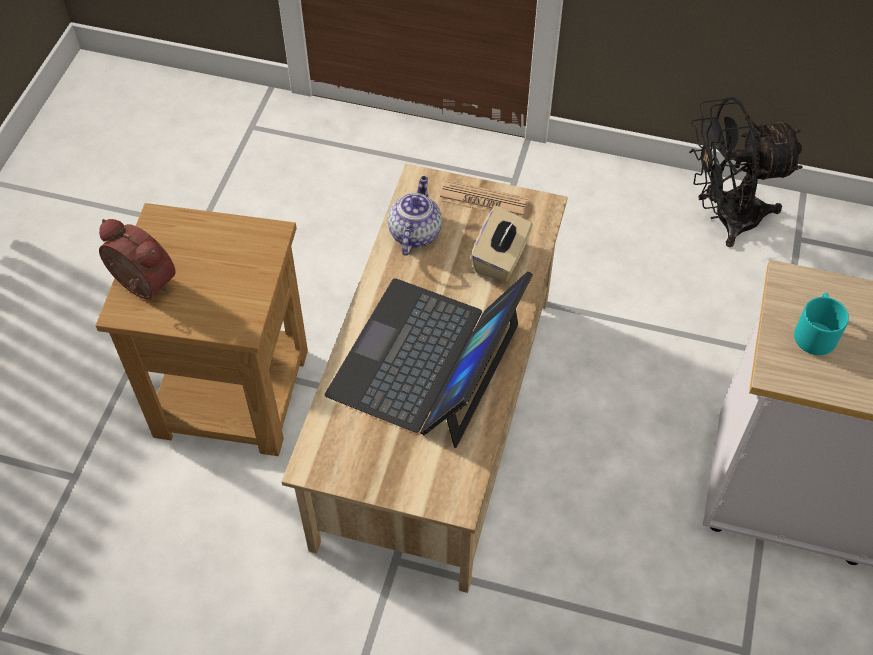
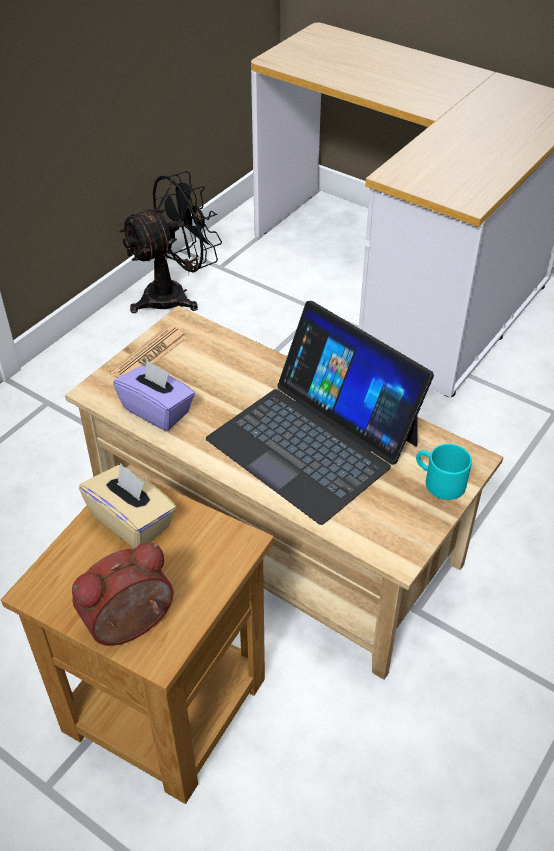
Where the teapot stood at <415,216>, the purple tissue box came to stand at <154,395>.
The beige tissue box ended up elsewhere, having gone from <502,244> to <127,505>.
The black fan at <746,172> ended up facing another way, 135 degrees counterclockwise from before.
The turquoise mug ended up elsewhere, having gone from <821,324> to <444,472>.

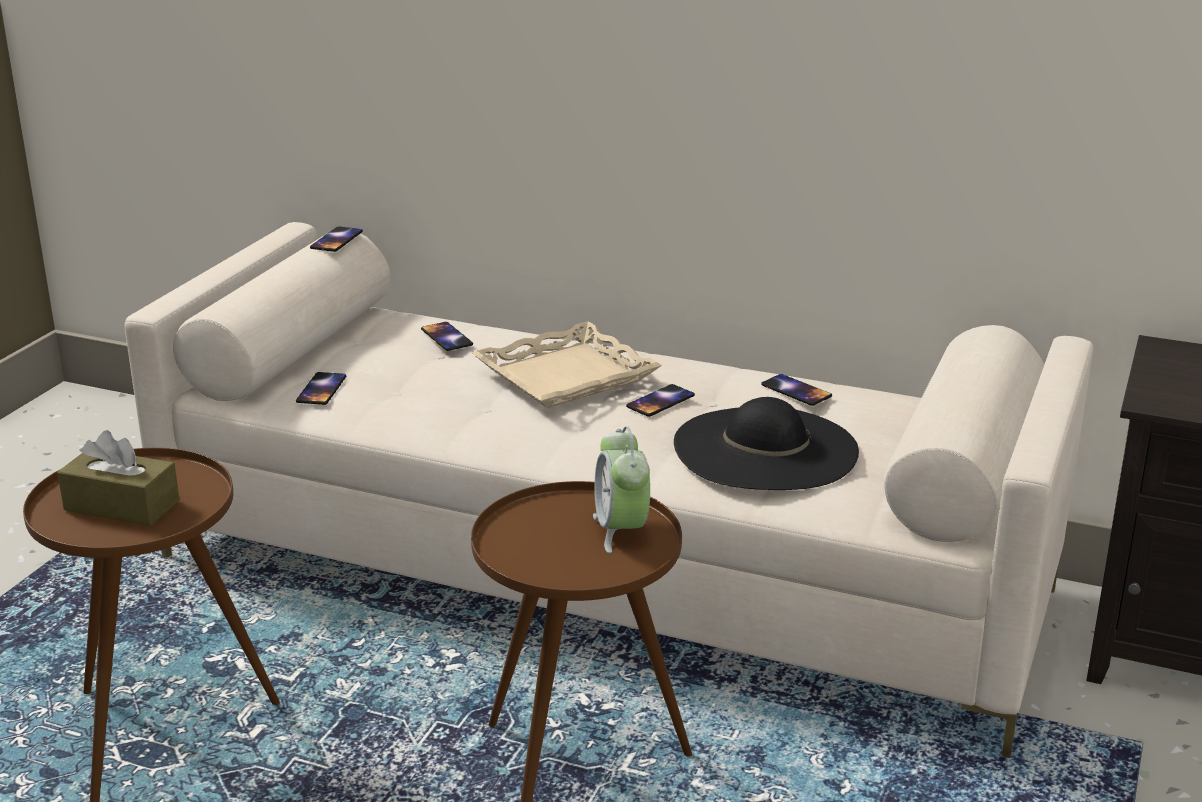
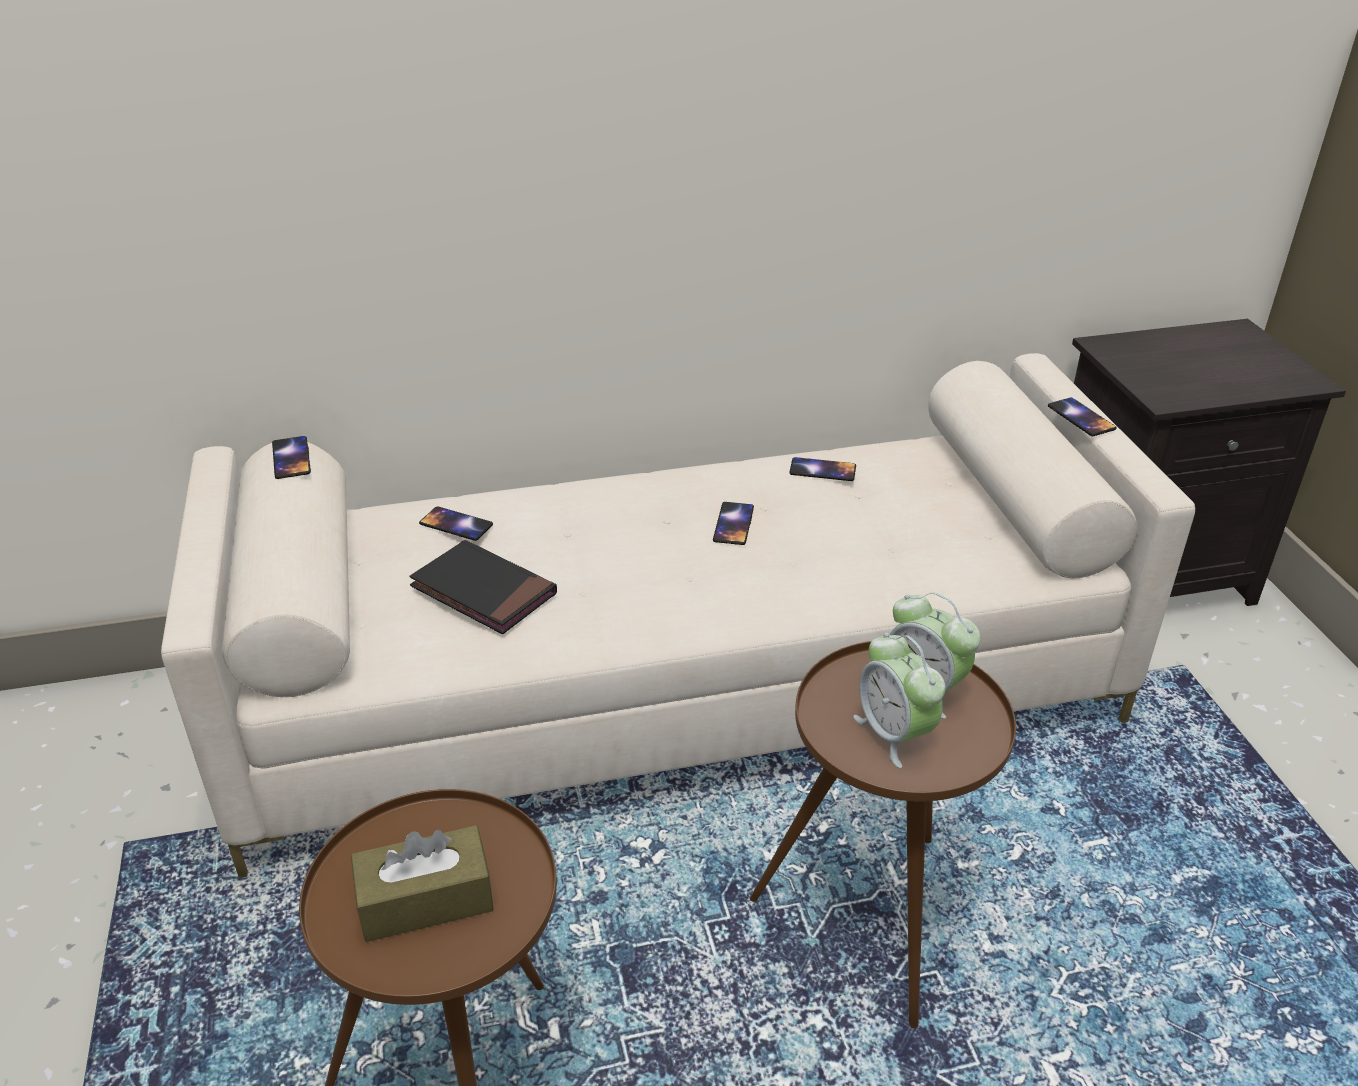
The phone ended up elsewhere, having gone from <321,388> to <1082,416>.
The second view lost the beige tray at <567,364>.
The second view lost the black hat at <766,443>.
The second view gained the black book at <483,587>.
The second view gained the alarm clock at <899,700>.

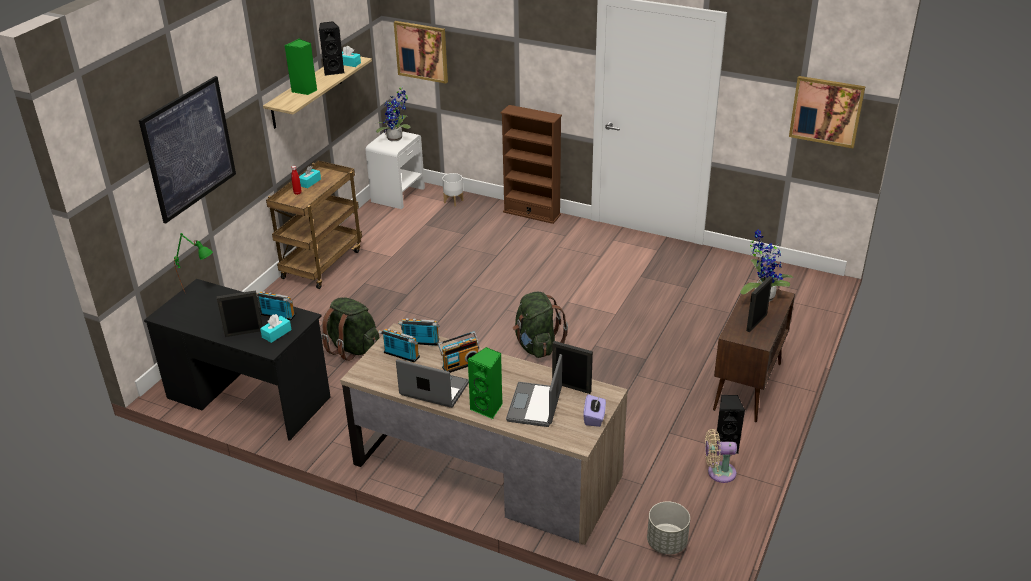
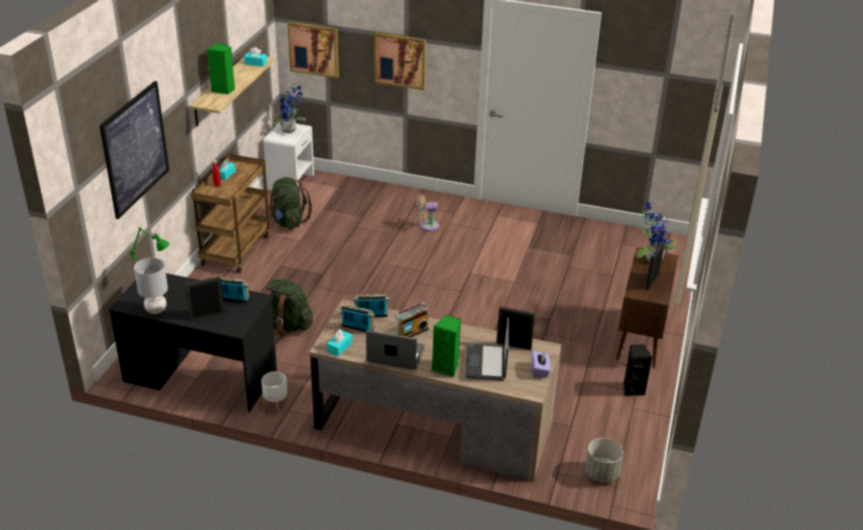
The turquoise tissue box ended up elsewhere, having gone from <276,328> to <339,343>.
The second view lost the black speaker at <331,48>.
The white planter ended up elsewhere, having gone from <453,190> to <274,392>.
The second view lost the brown bookcase at <531,164>.
The green backpack ended up elsewhere, having gone from <540,325> to <290,203>.
The beige fan ended up elsewhere, having gone from <721,456> to <428,212>.
The picture ended up elsewhere, having gone from <827,112> to <400,61>.
The second view gained the grey table lamp at <151,286>.

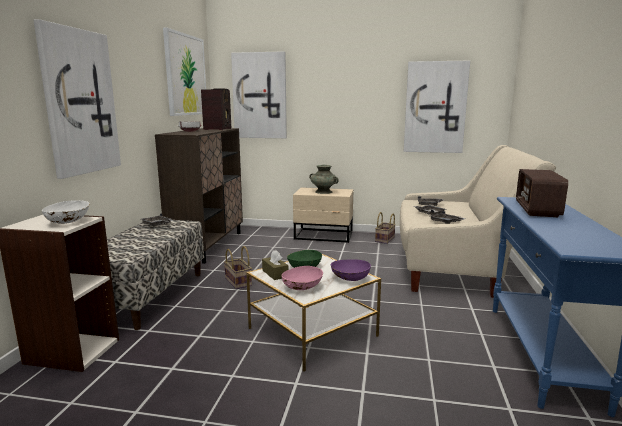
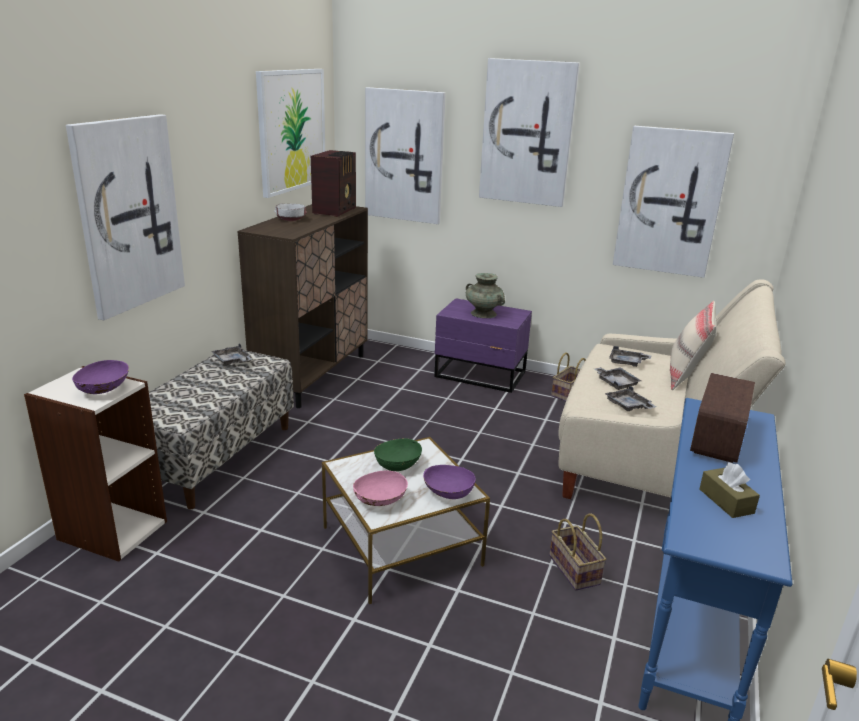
What was the white bowl at <66,212> turned into the purple bowl at <100,377>.
The basket ended up elsewhere, having gone from <238,267> to <577,552>.
The brown tissue box ended up elsewhere, having gone from <275,265> to <729,490>.
What was the beige nightstand at <323,215> turned into the purple nightstand at <483,345>.
The second view gained the picture at <529,132>.
The second view gained the beige pillow at <693,345>.

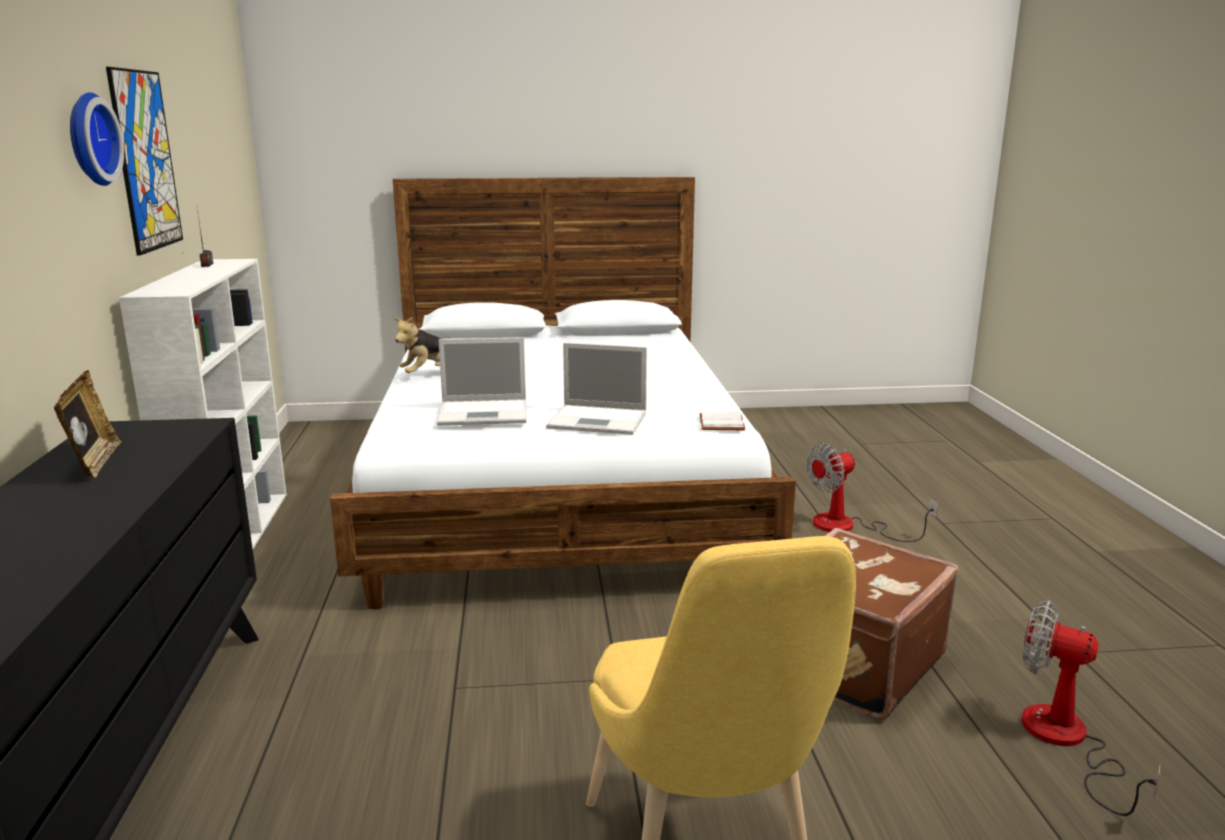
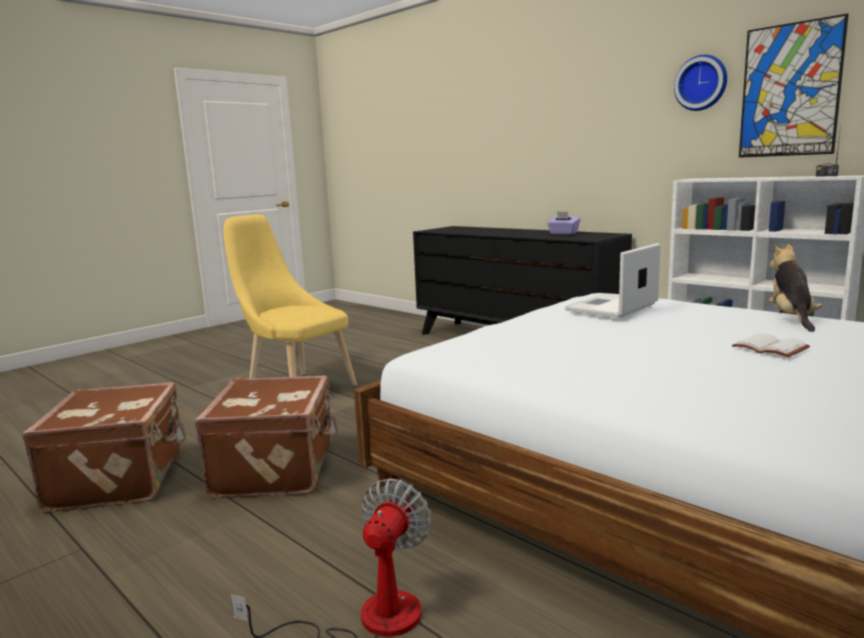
Where the picture frame stood at <88,424>, the purple tissue box came to stand at <563,223>.
The second view lost the laptop at <596,389>.
The white book ended up elsewhere, having gone from <722,420> to <771,345>.
Where the fan stood at <1091,708>, the brown suitcase came to stand at <104,447>.

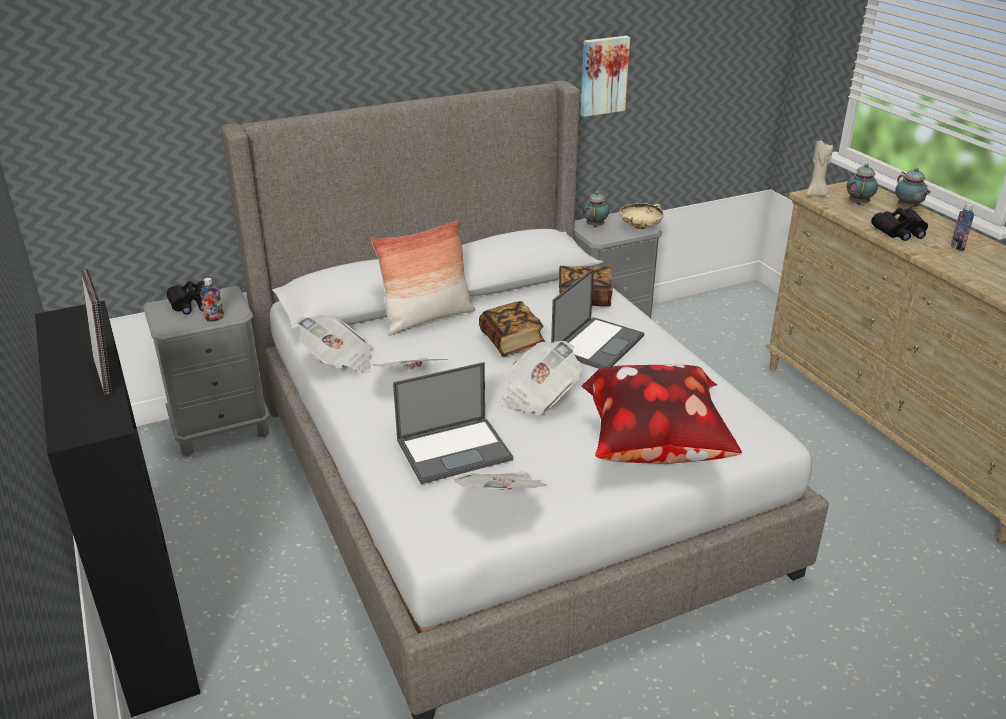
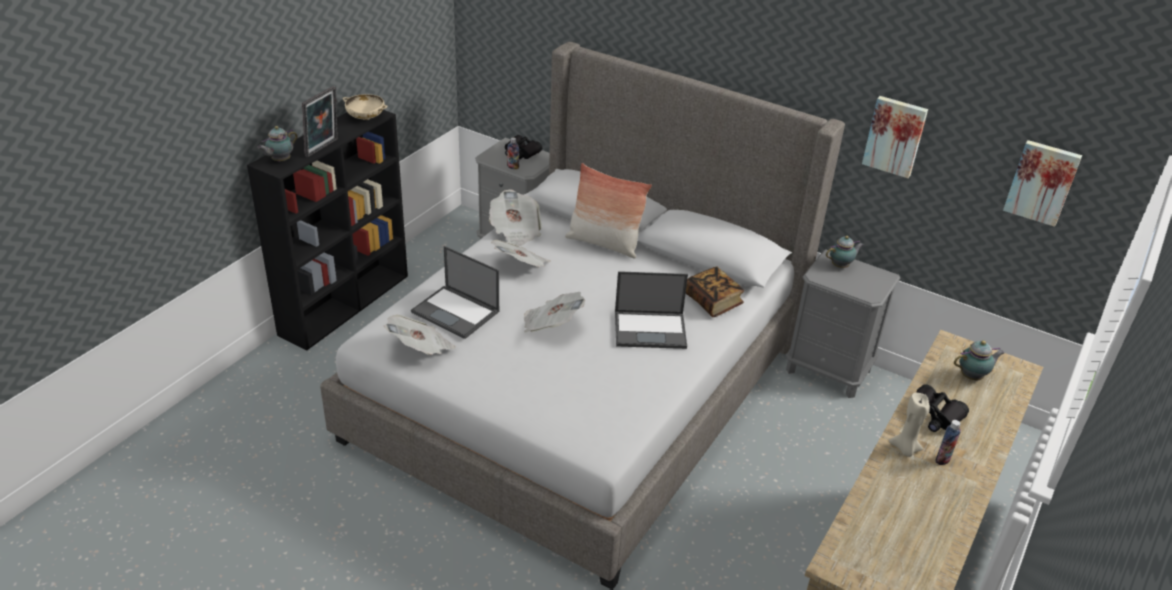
The second view lost the book at <512,328>.
The second view lost the pillow at <662,414>.
The beige bowl ended up elsewhere, having gone from <642,216> to <365,107>.
The beige candle ended up elsewhere, having gone from <820,168> to <909,425>.
The teapot ended up elsewhere, having gone from <913,188> to <277,144>.
The second view gained the picture at <1042,183>.

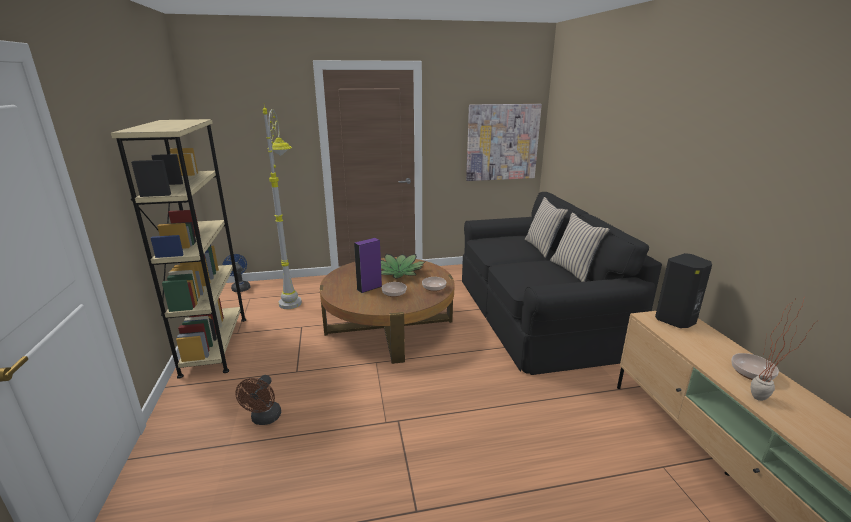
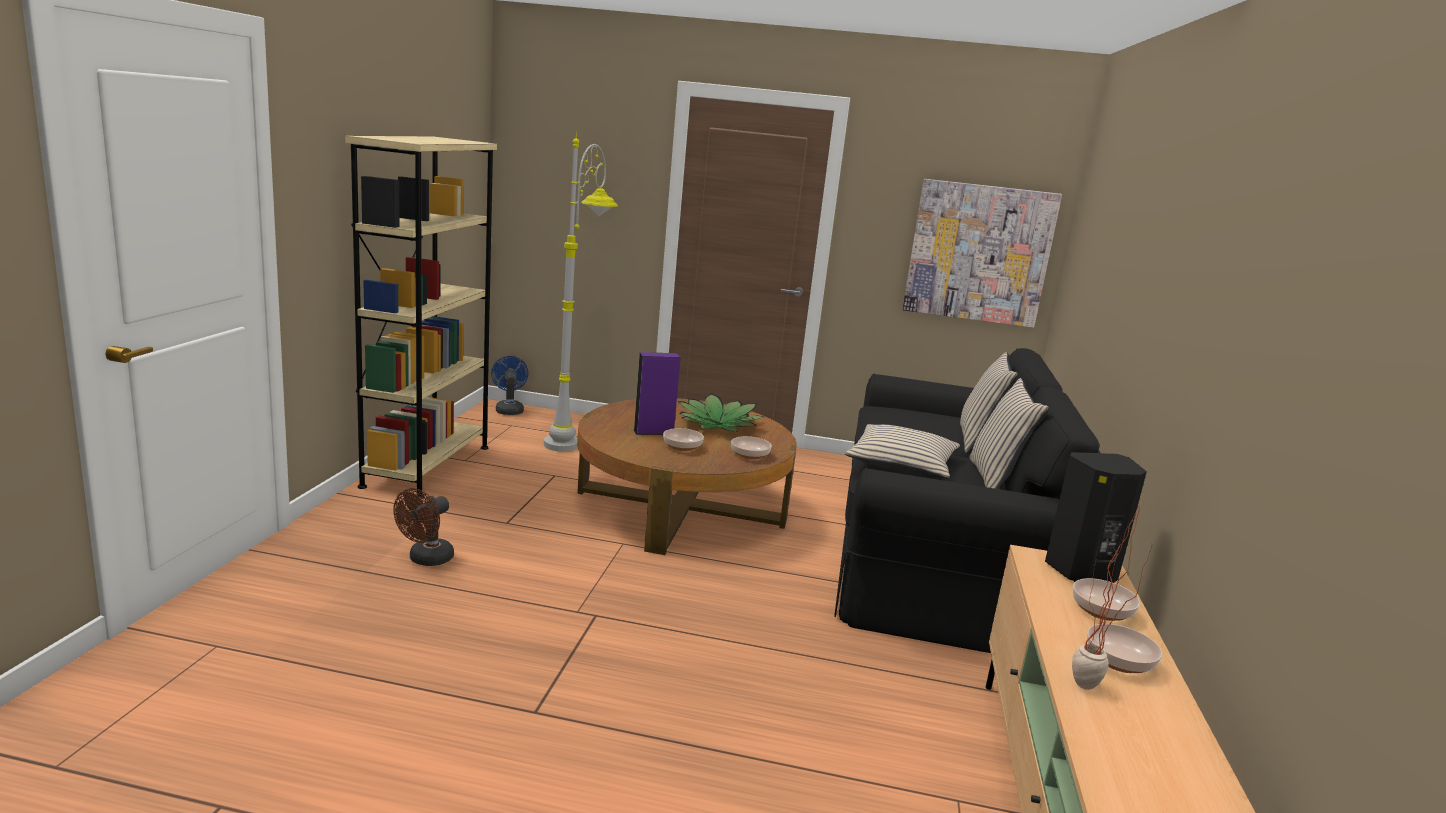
The second view gained the beige pillow at <902,451>.
The second view gained the bowl at <1106,599>.

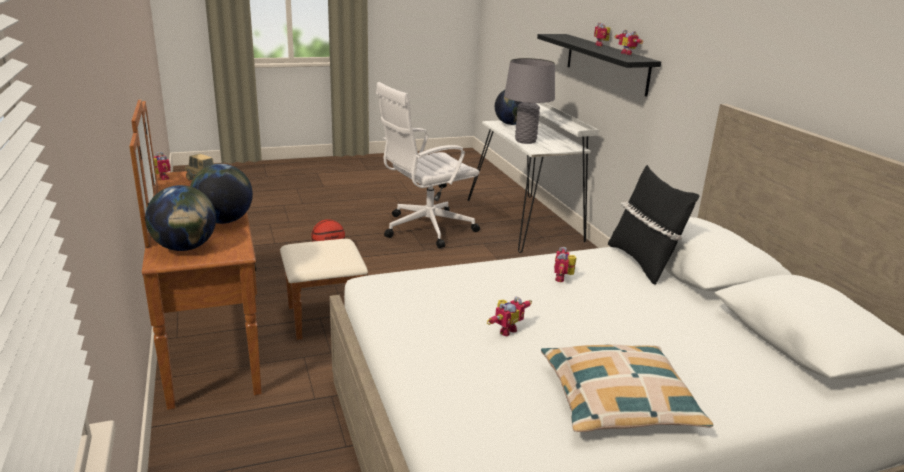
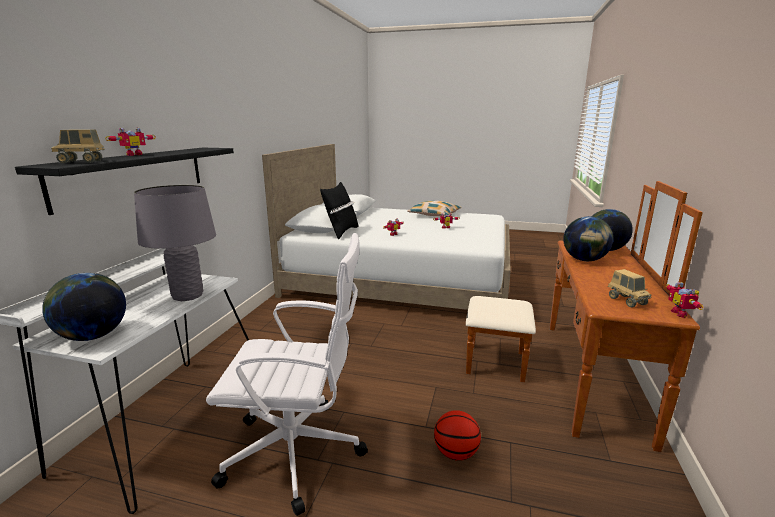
The second view lost the toy robot at <629,42>.
The second view gained the toy truck at <78,146>.

